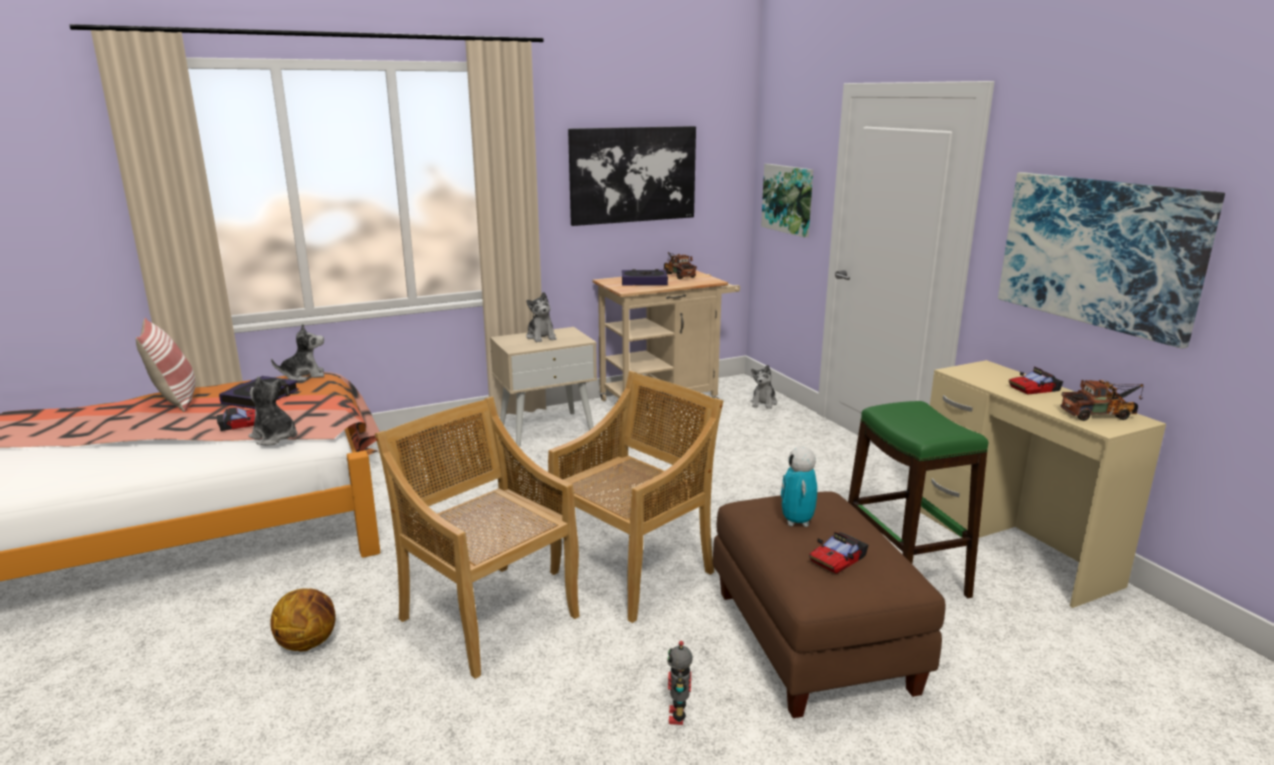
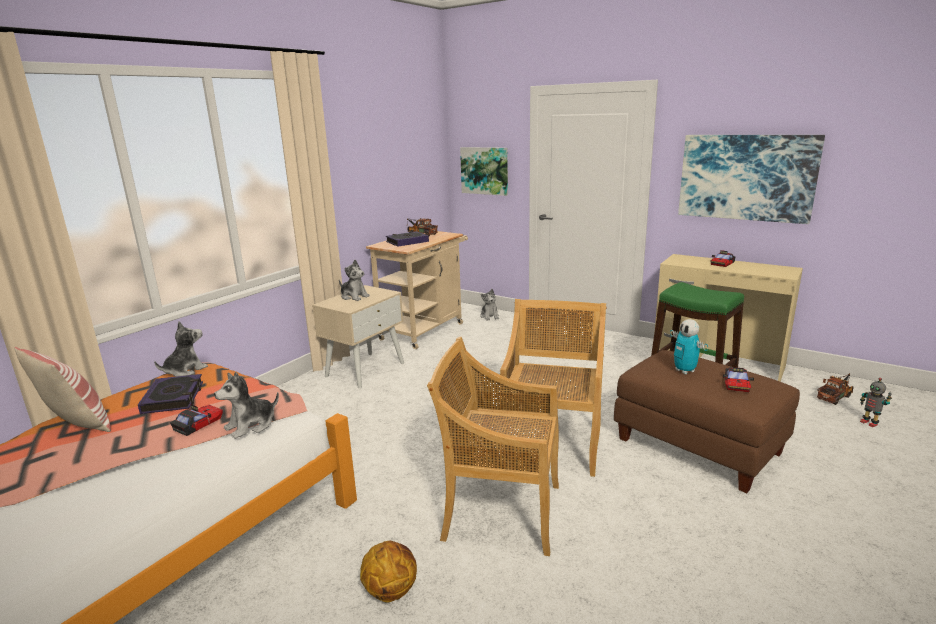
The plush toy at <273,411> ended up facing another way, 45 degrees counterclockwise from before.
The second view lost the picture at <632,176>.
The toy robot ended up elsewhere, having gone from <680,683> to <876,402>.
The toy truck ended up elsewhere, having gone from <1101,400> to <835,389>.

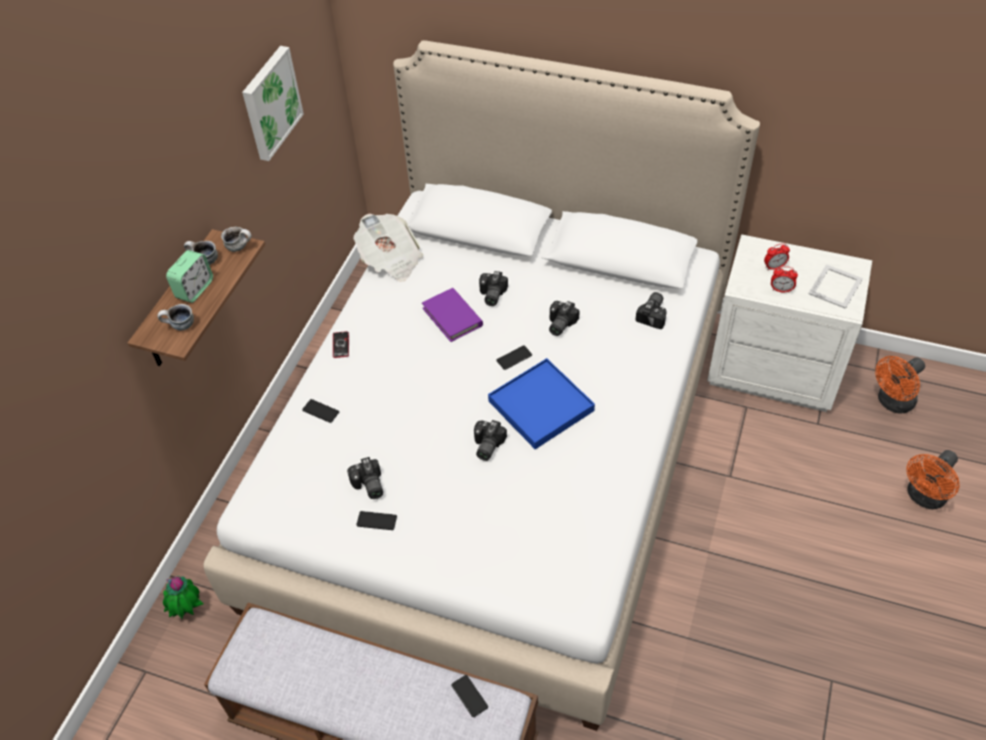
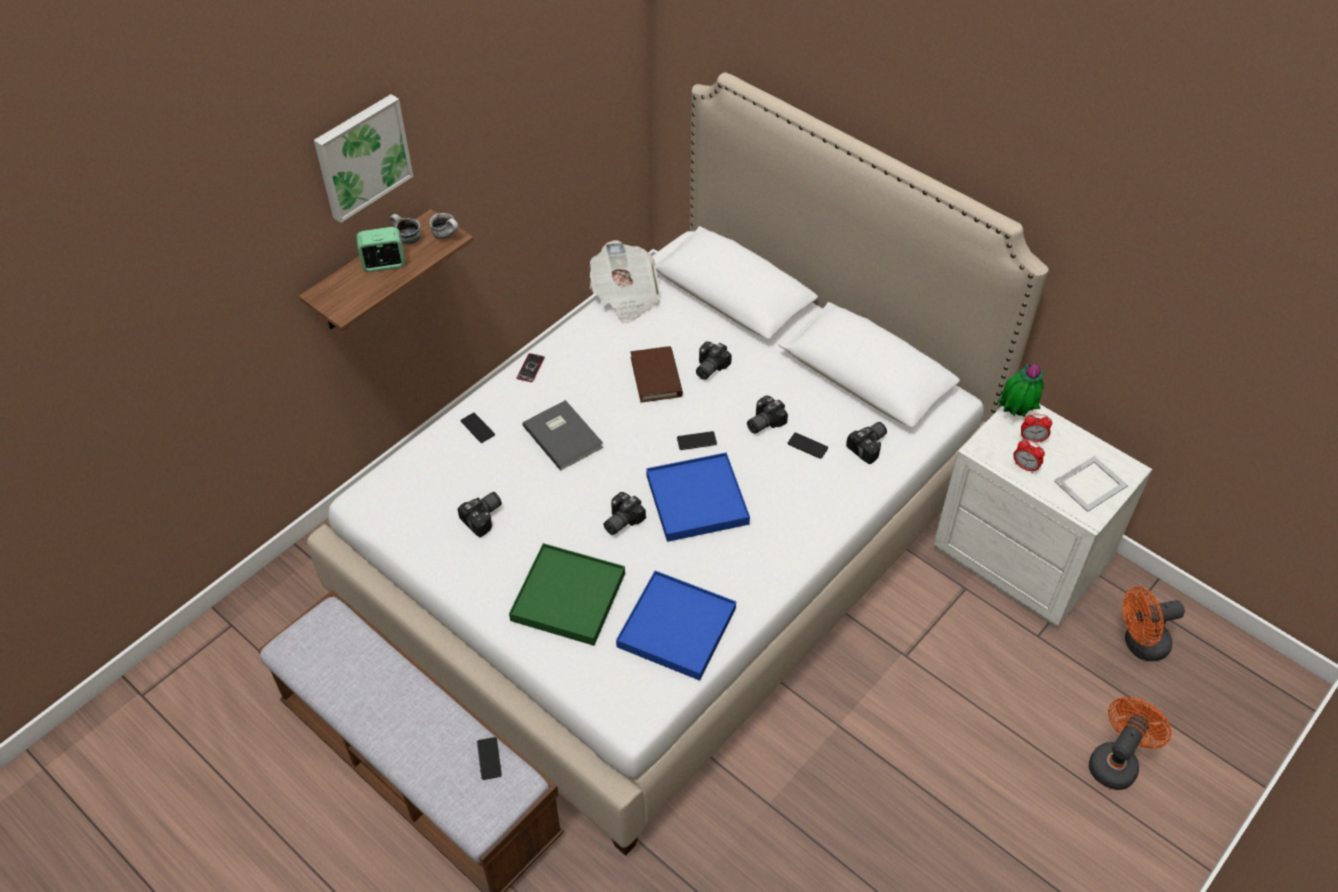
The second view lost the mug at <176,317>.
The potted plant ended up elsewhere, having gone from <183,597> to <1020,390>.
The alarm clock at <189,276> ended up facing another way, 150 degrees counterclockwise from before.
The picture ended up elsewhere, having gone from <273,103> to <363,158>.
The photo camera at <365,478> ended up facing another way, 135 degrees counterclockwise from before.
The phone ended up elsewhere, having gone from <376,520> to <807,445>.
What was the purple book at <452,315> turned into the brown book at <656,374>.
The orange fan at <933,479> ended up facing another way, 150 degrees clockwise from before.
The second view gained the green tray at <567,594>.
The second view gained the grey book at <563,435>.
The second view gained the blue tray at <676,626>.

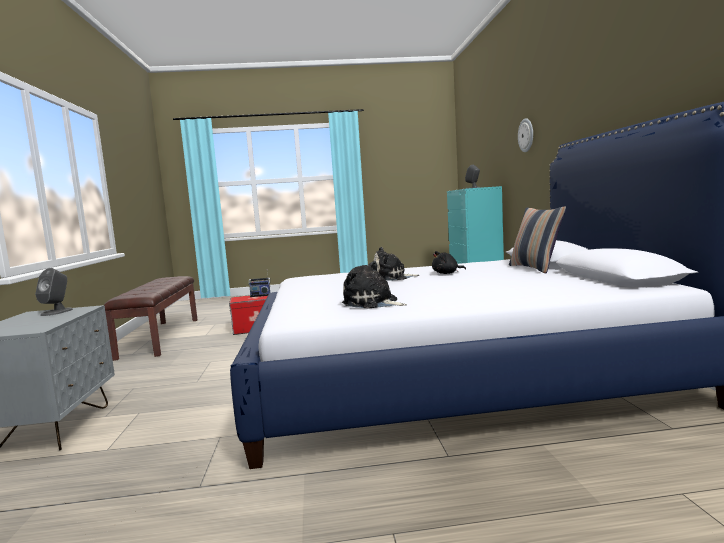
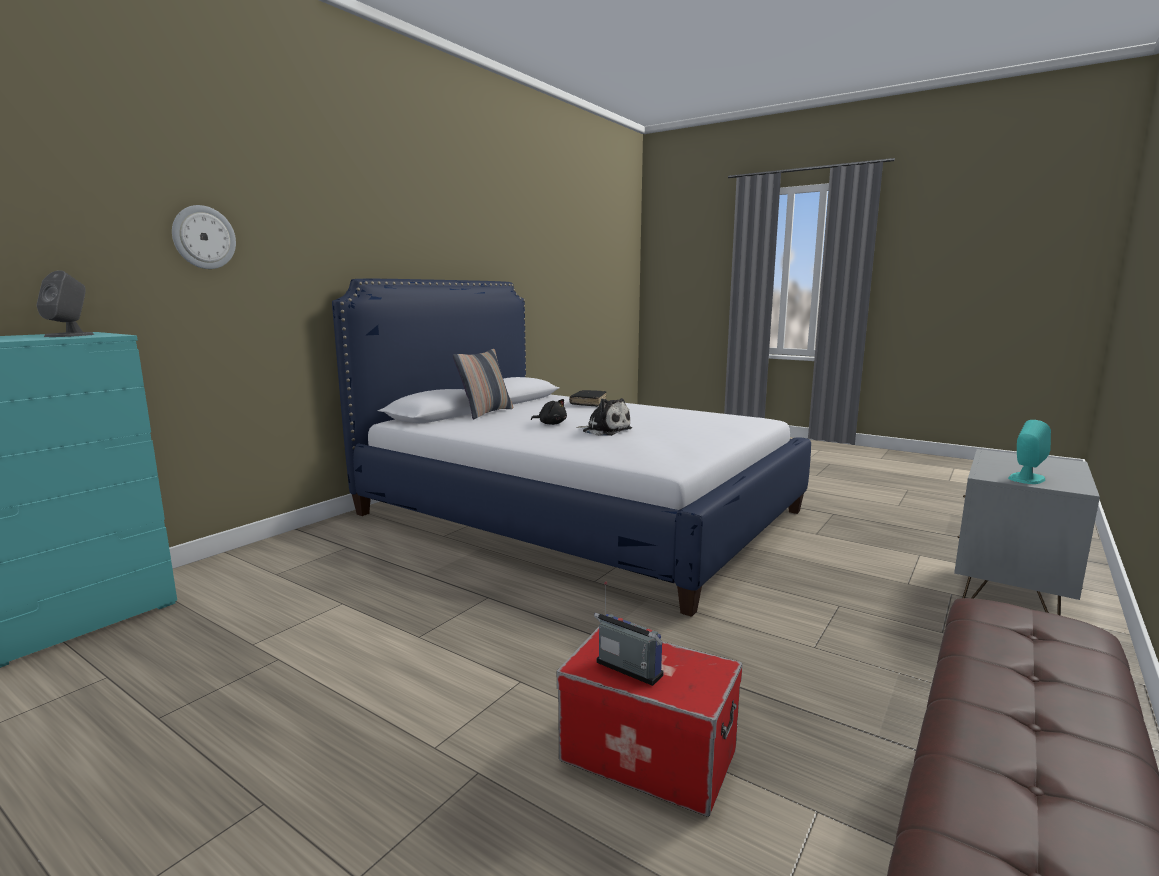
What was the grey speaker at <54,292> turned into the turquoise speaker at <1029,452>.
The second view lost the plush toy at <374,285>.
The second view gained the black book at <587,398>.

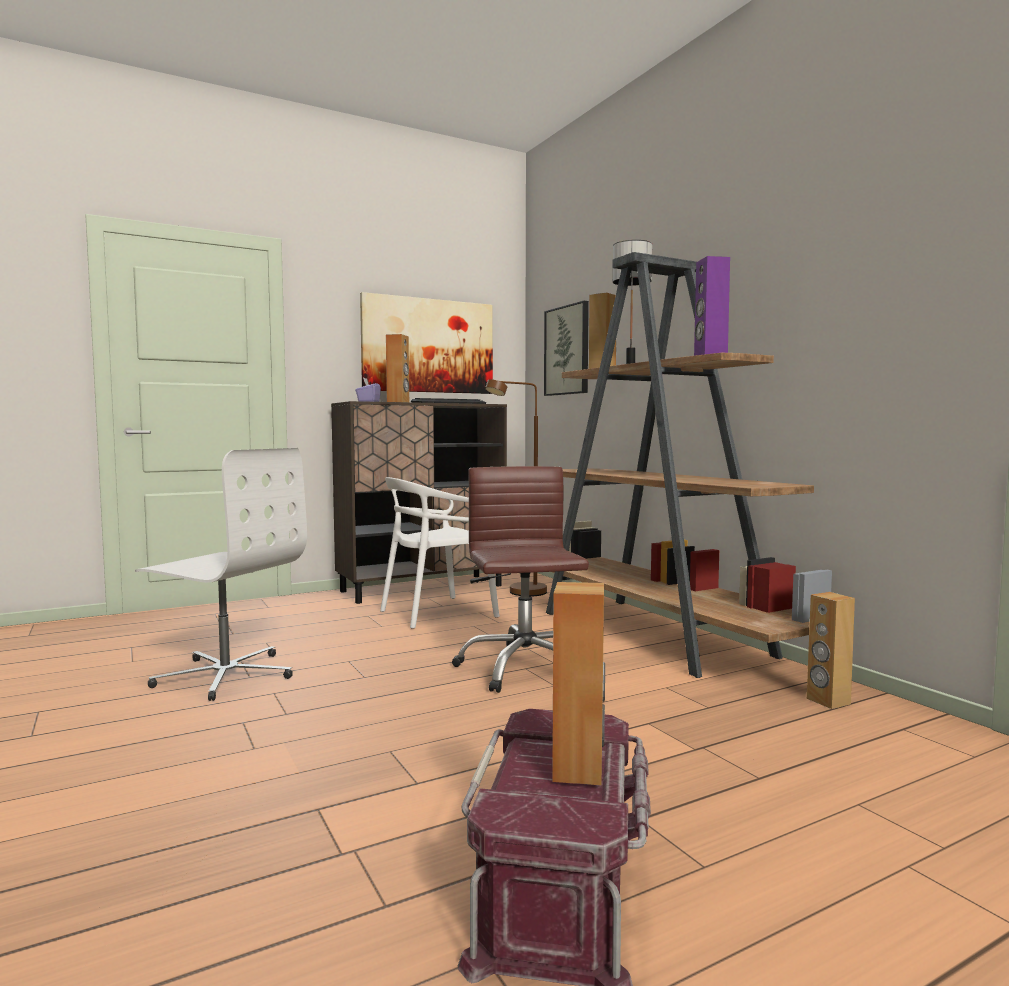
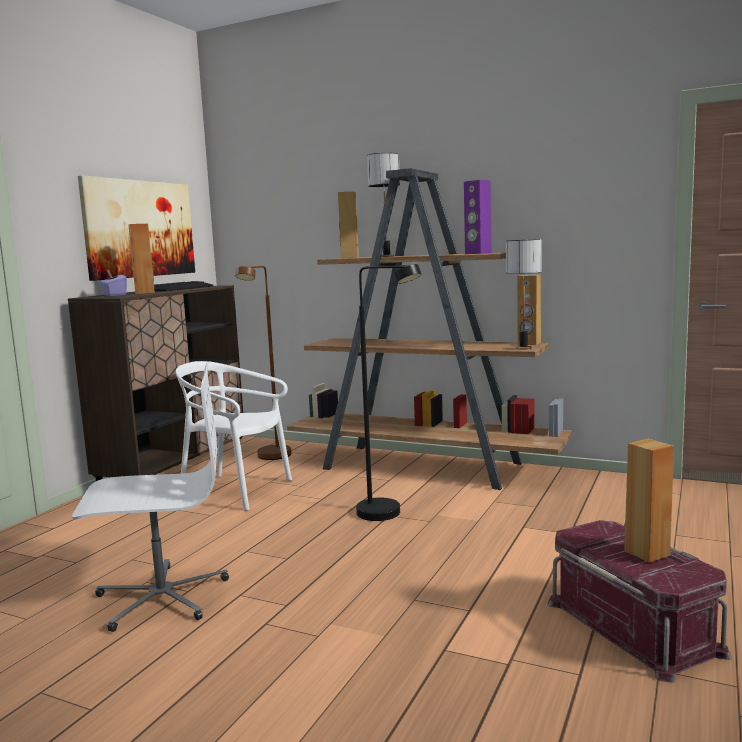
The white chair at <440,553> ended up facing another way, 90 degrees clockwise from before.
Where the brown office chair stood at <520,579>, the black floor lamp came to stand at <389,392>.
The second view lost the picture at <566,348>.
The brown speaker ended up elsewhere, having gone from <831,650> to <529,309>.
The second view gained the table lamp at <524,294>.

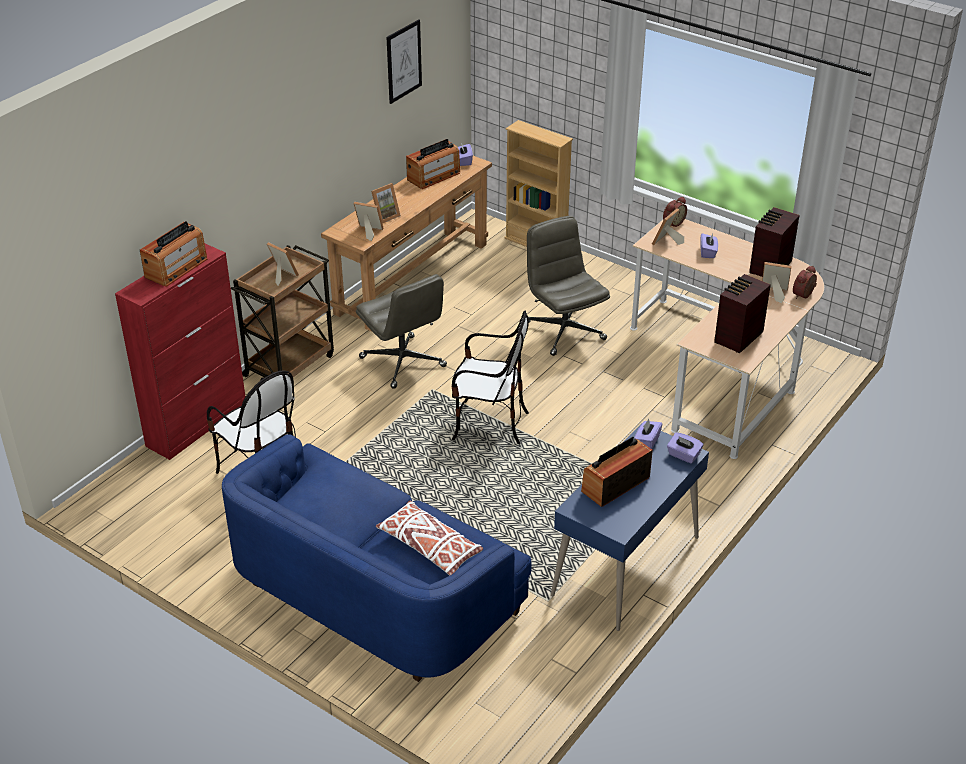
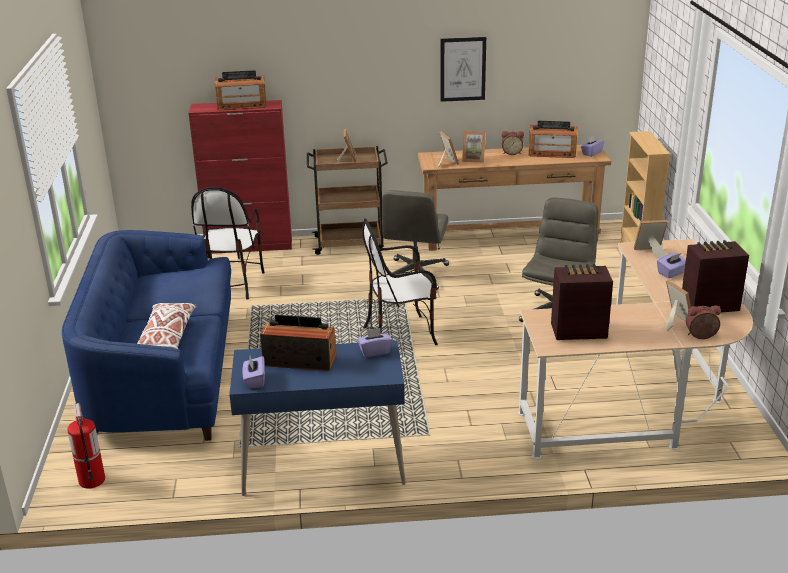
The picture ended up elsewhere, having gone from <404,61> to <463,69>.
The chair at <490,377> ended up facing another way, 105 degrees clockwise from before.
The alarm clock ended up elsewhere, having gone from <675,212> to <513,143>.
The purple tissue box ended up elsewhere, having gone from <685,448> to <253,372>.
The second view gained the fire extinguisher at <86,446>.

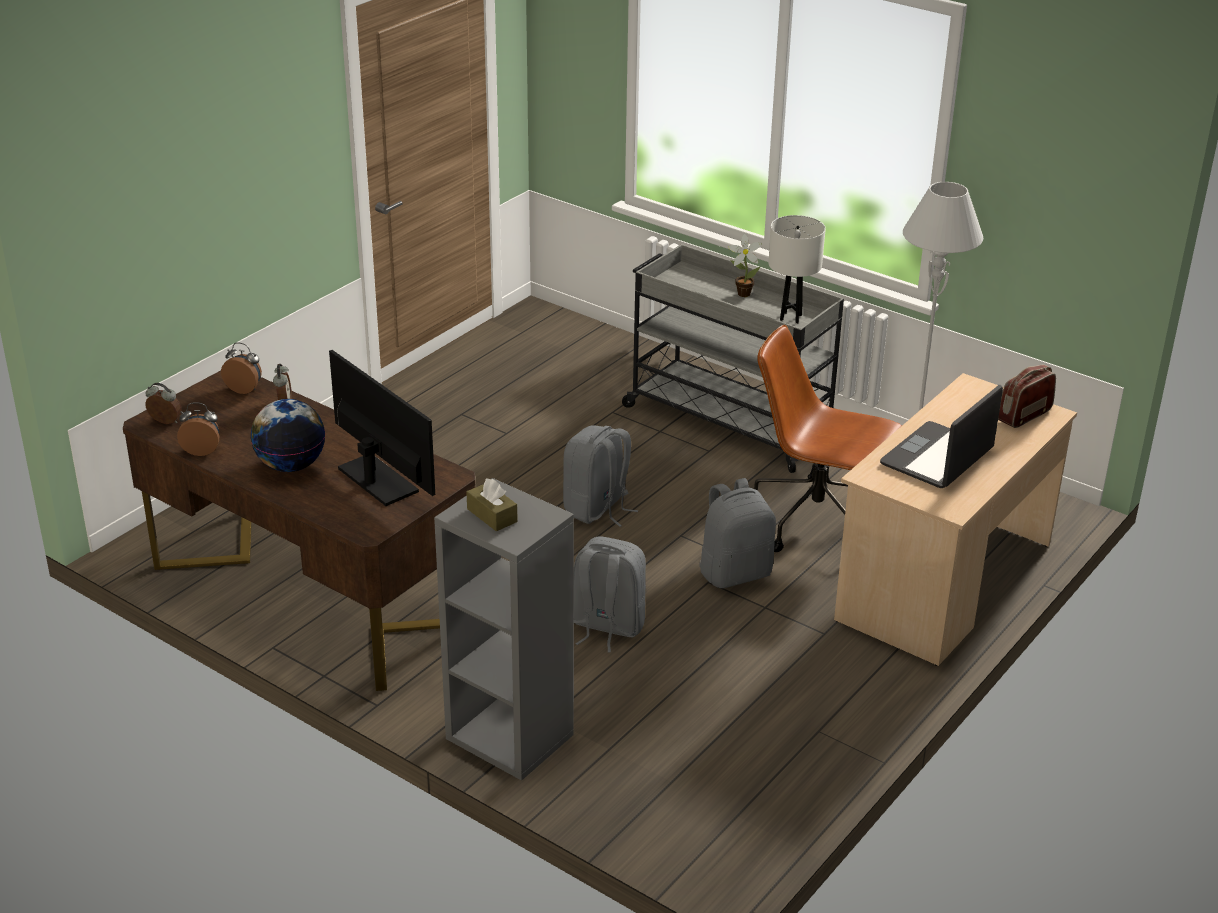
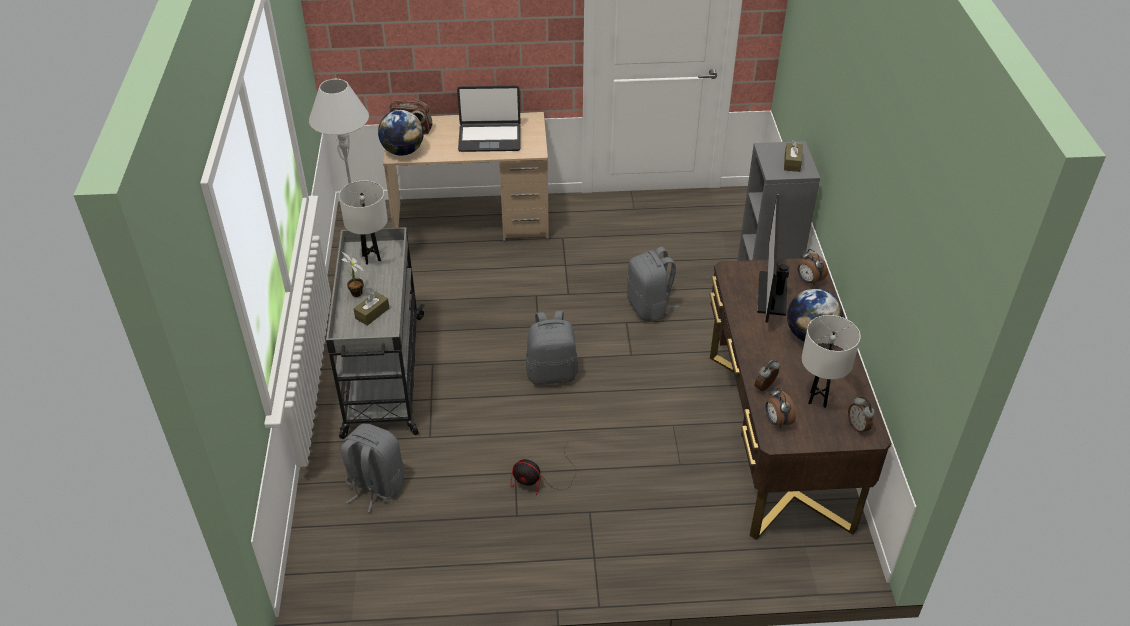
The alarm clock ended up elsewhere, having gone from <198,429> to <812,267>.
The grey backpack ended up elsewhere, having gone from <737,533> to <372,468>.
The second view lost the brown office chair at <828,438>.
The second view gained the brown tissue box at <372,309>.
The second view gained the globe at <401,133>.
The second view gained the fan at <543,469>.
The second view gained the white table lamp at <831,361>.

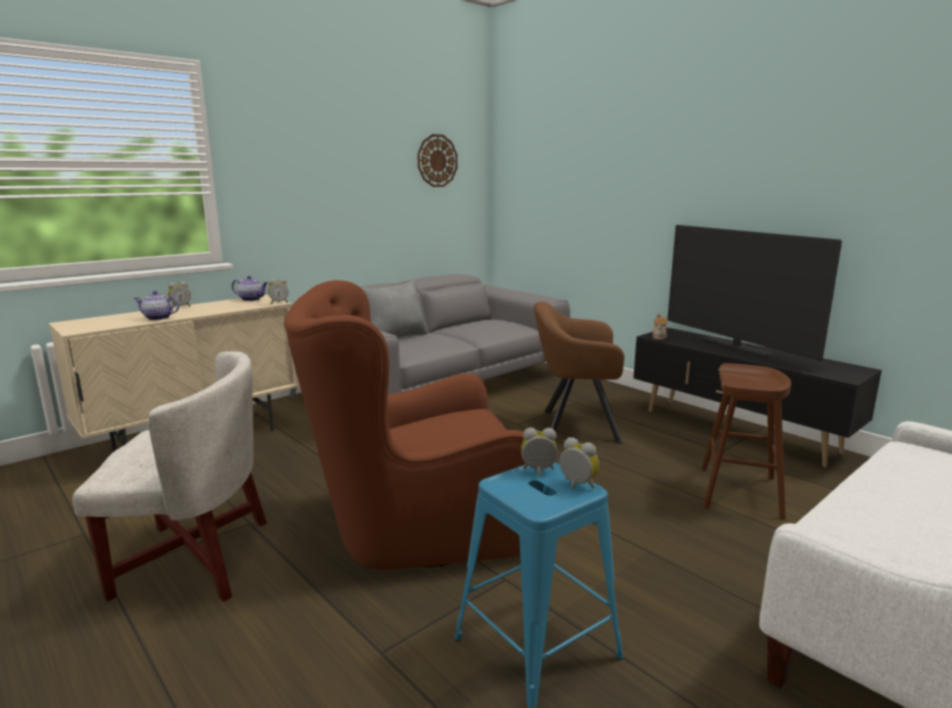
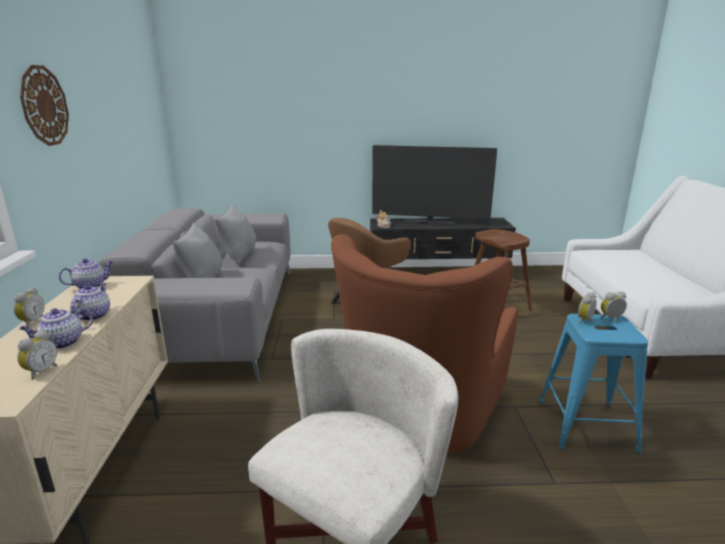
The alarm clock ended up elsewhere, having gone from <278,291> to <37,355>.
The wall clock ended up elsewhere, having gone from <437,160> to <44,105>.
The second view gained the teapot at <90,302>.
The second view gained the grey pillow at <236,234>.

